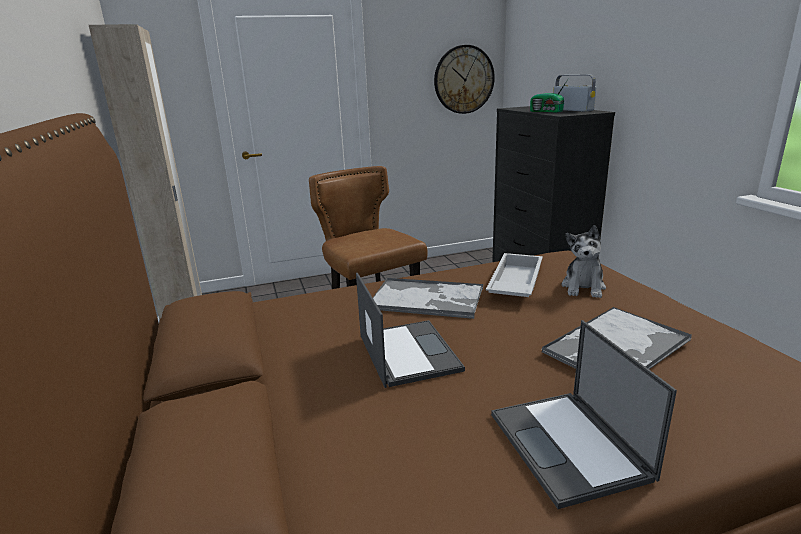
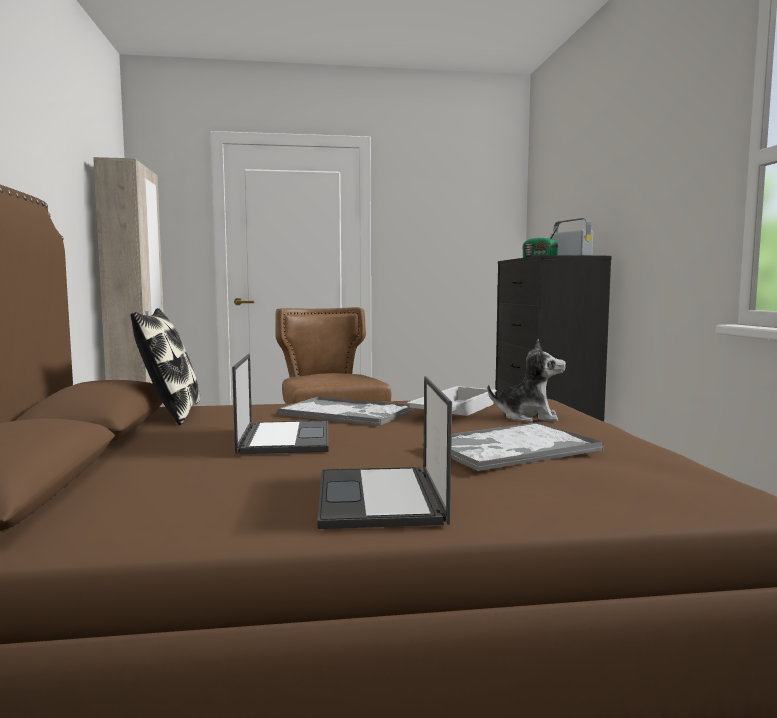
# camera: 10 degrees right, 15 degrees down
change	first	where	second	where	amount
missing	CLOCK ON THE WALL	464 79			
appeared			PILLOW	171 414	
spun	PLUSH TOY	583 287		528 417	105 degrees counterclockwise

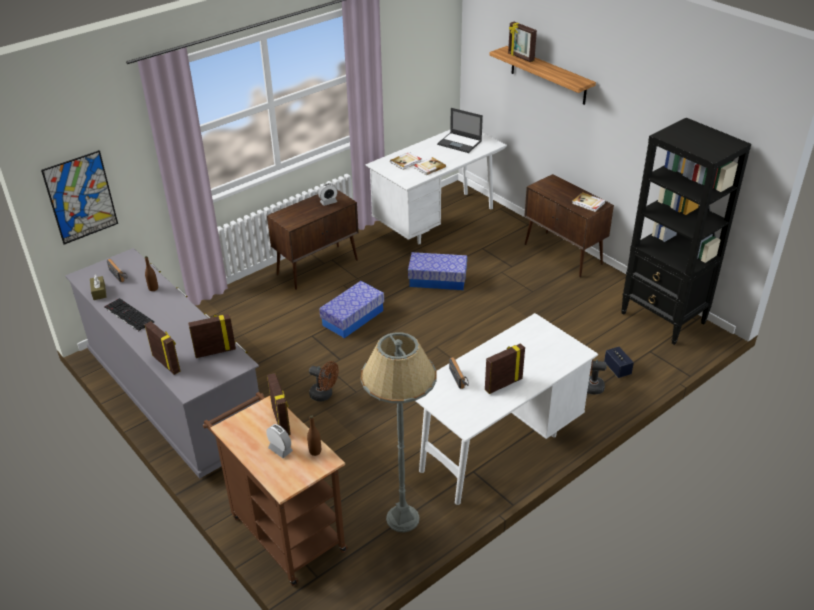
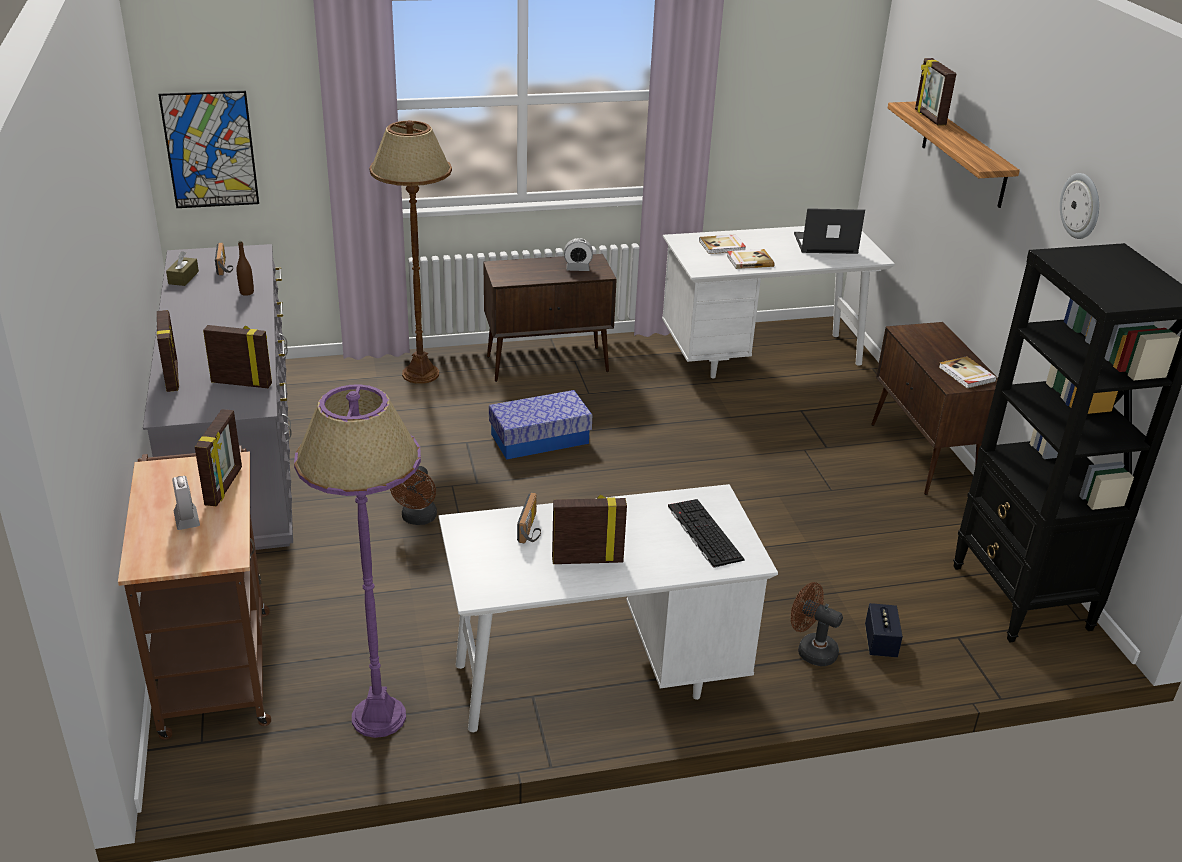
# camera: 25 degrees right, 5 degrees down
change	first	where	second	where	amount
missing	BROWN-COLOURED DRINK BOTTLE	315 451			
missing	STORAGE CONTAINER	437 279			
appeared			BROWN-COLOURED STANDARD LAMP	420 374	
appeared			CLOCK ON THE WALL	1081 206	
relocated	COMPUTER KEYBOARD	128 315		702 532	
colour	GREY STANDARD LAMP	402 518	PURPLISH STANDARD LAMP	378 716	
spun	BROWN-COLOURED COOLING FAN	324 395		418 519	45 degrees clockwise
spun	PORTABLE COMPUTER	460 143		824 244	120 degrees clockwise

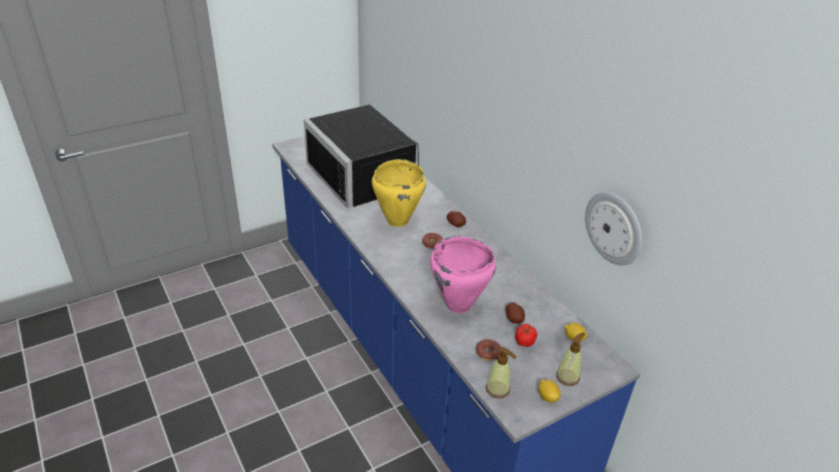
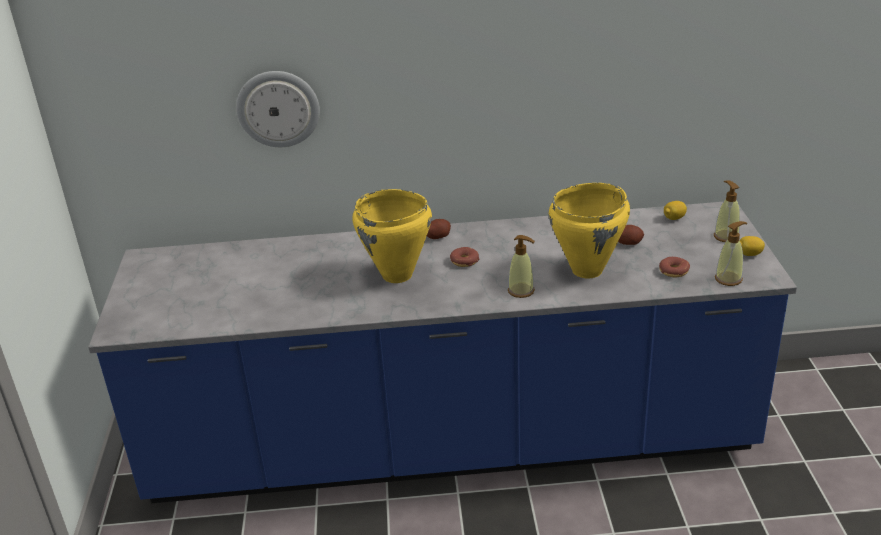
# camera: 60 degrees left, 5 degrees down
change	first	where	second	where	amount
missing	BLACKISH KITCHEN MICROWAVE	367 177			
missing	TOMATO	524 342			
appeared			SOAP BOTTLE	521 291	
relocated	CLOCK ON THE WALL	614 228		278 108	
colour	PINKISH STOCKPOT	458 305	YELLOW-COLOURED STOCKPOT	588 270	

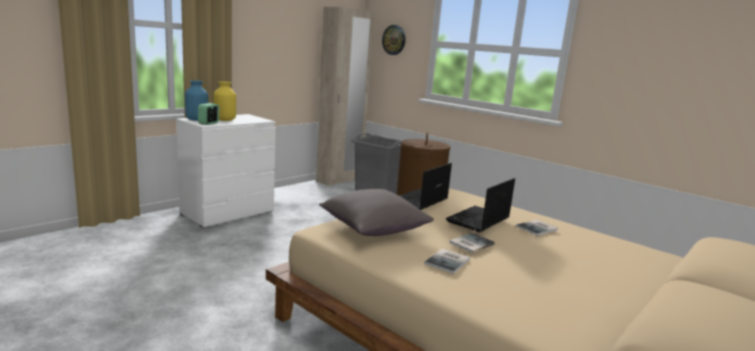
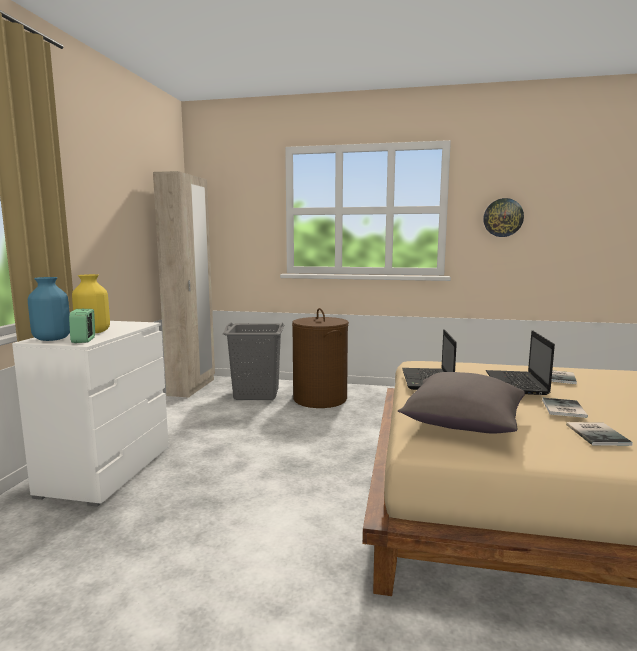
# camera: 30 degrees left, 5 degrees down
change	first	where	second	where	amount
relocated	CLOCK ON THE WALL	394 40		503 217	

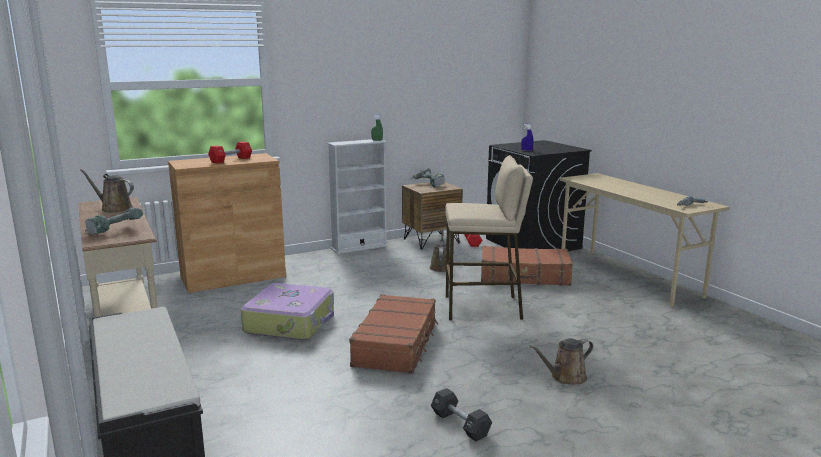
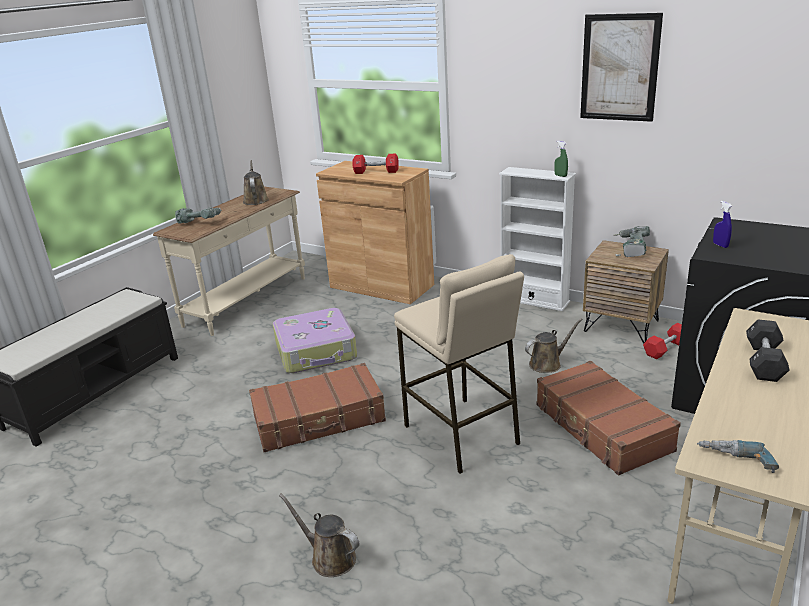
# camera: 60 degrees right, 10 degrees up
change	first	where	second	where	amount
appeared			WALL ART	619 68	
relocated	BLACKISH DUMBBELL	460 424		764 362	

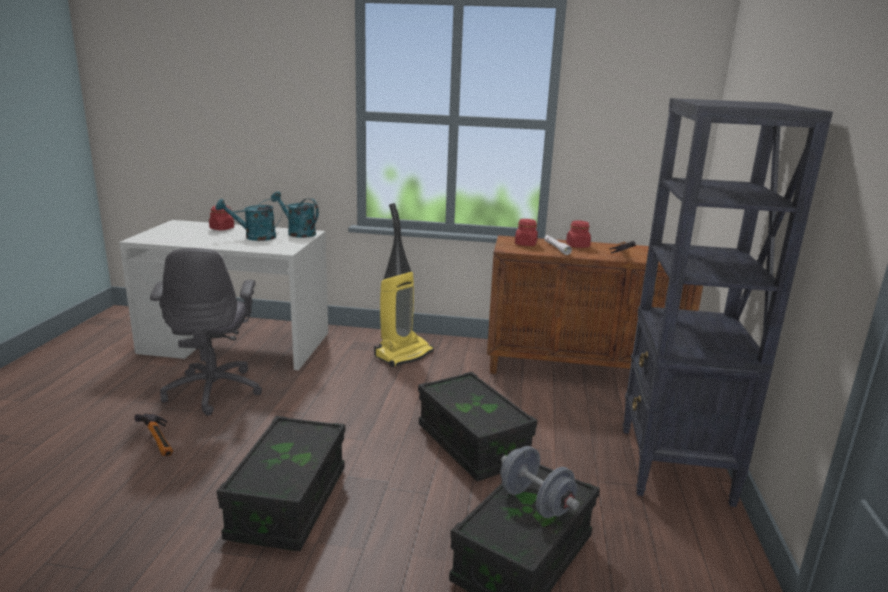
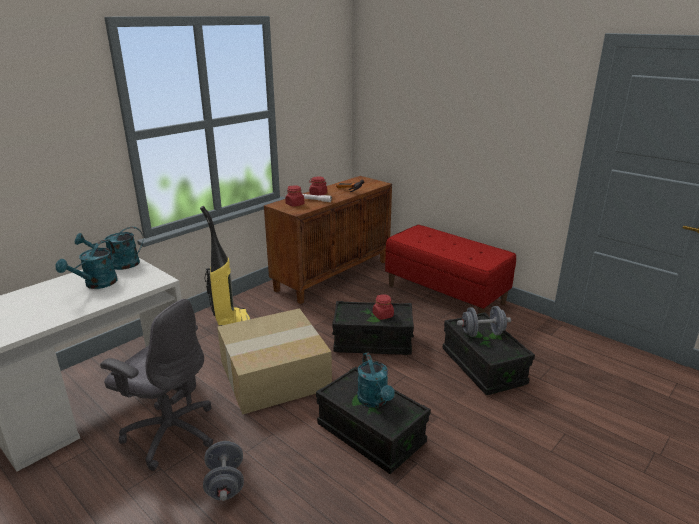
# camera: 55 degrees left, 5 degrees up
change	first	where	second	where	amount
appeared			CARDBOARD BOX	273 376	
appeared			BLUE-GREEN WATERING POT	375 401	
relocated	RED JAR	222 229		382 315	
exchanged	TOOL HAMMER	161 442	GREY DUMBBELL	225 483	
exchanged	BLACKISH BOOKCASE	674 466	RED LONG SEAT	445 294	

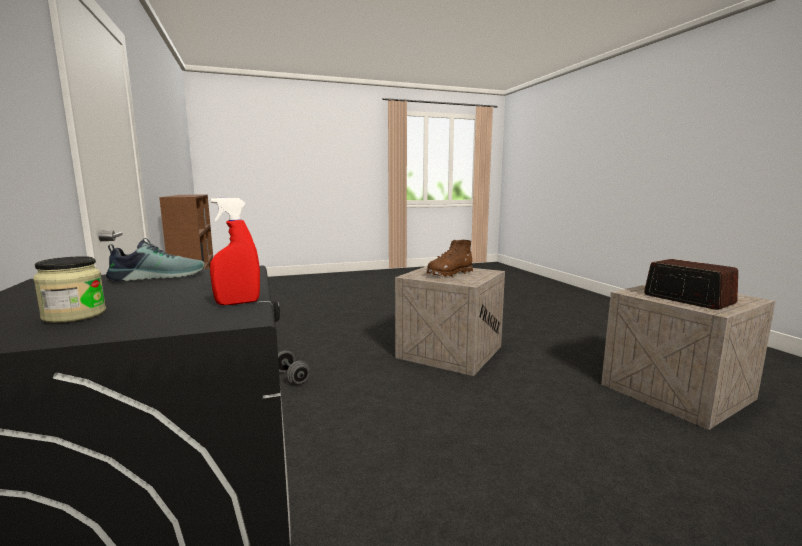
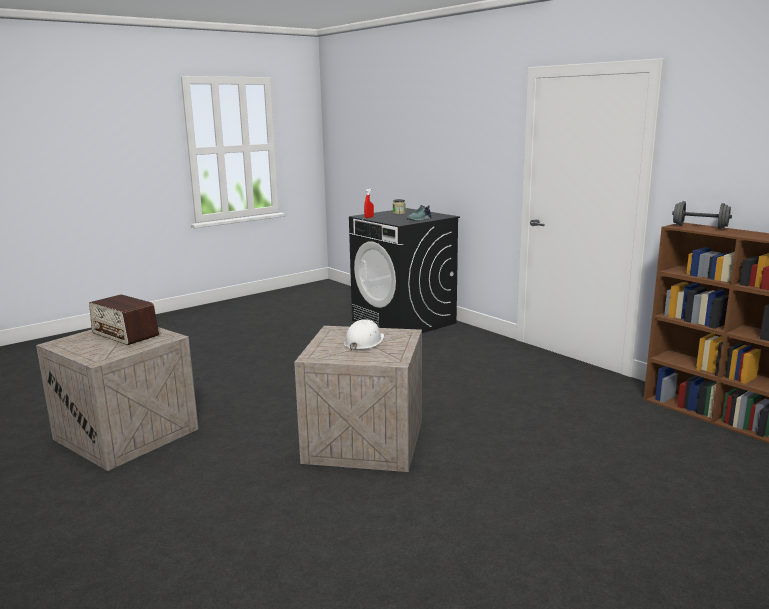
# camera: 160 degrees right, 5 degrees up
change	first	where	second	where	amount
relocated	GREY DUMBBELL	291 377		700 227	
exchanged	BROWN-COLOURED BOOT	449 274	WHITE WORK HELMET	364 342	

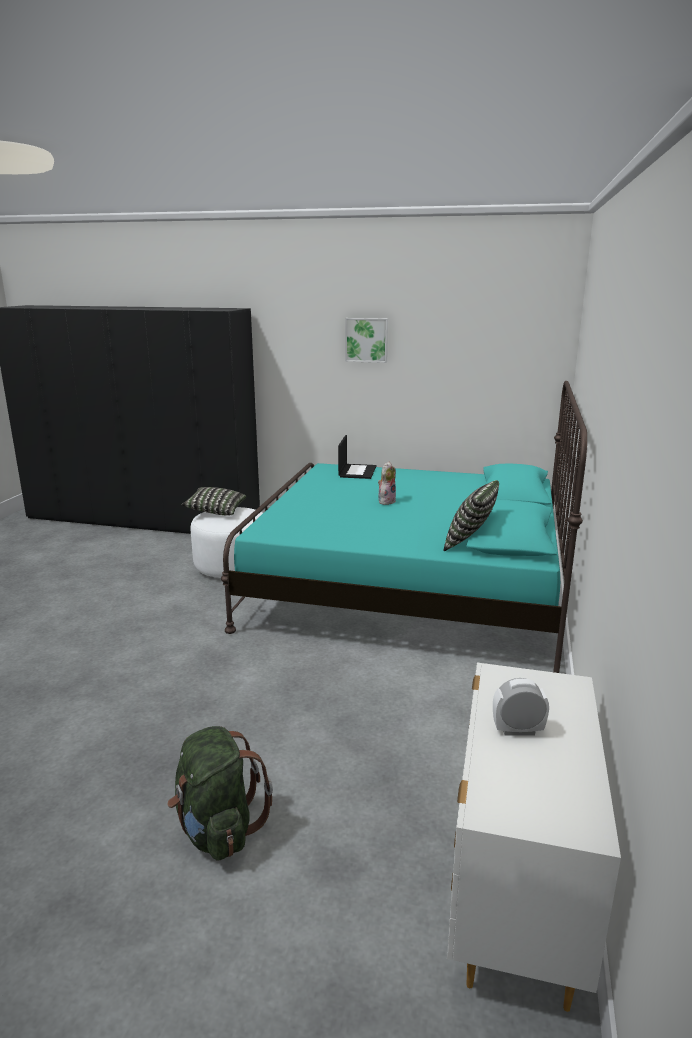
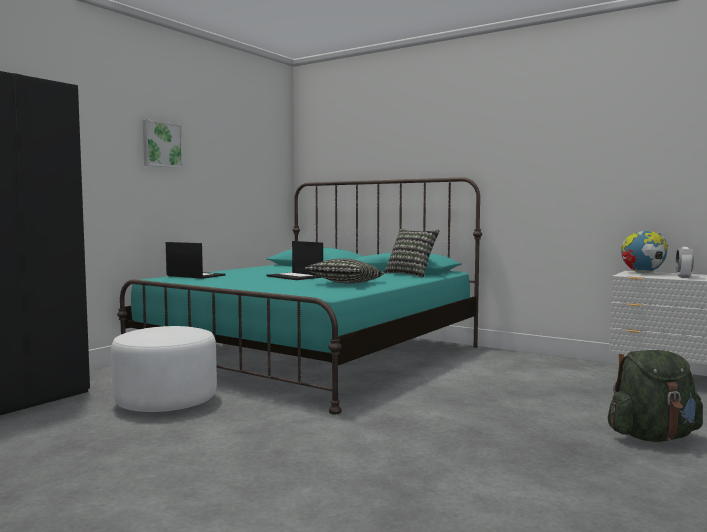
# camera: 70 degrees left, 15 degrees down
change	first	where	second	where	amount
appeared			WORLD GLOBE	643 273	
relocated	PILLOW	216 511		345 284	
exchanged	PLUSH TOY	386 501	PORTABLE COMPUTER	295 277	

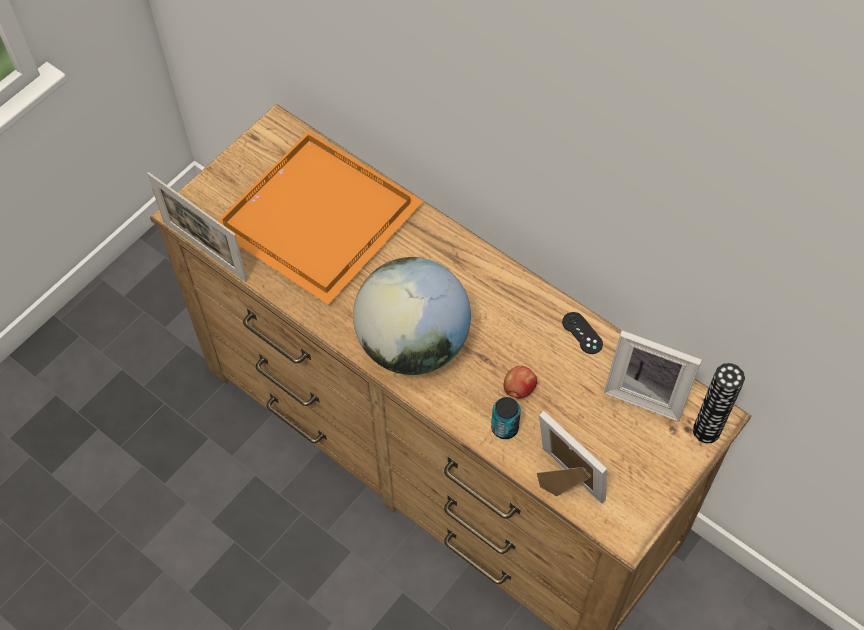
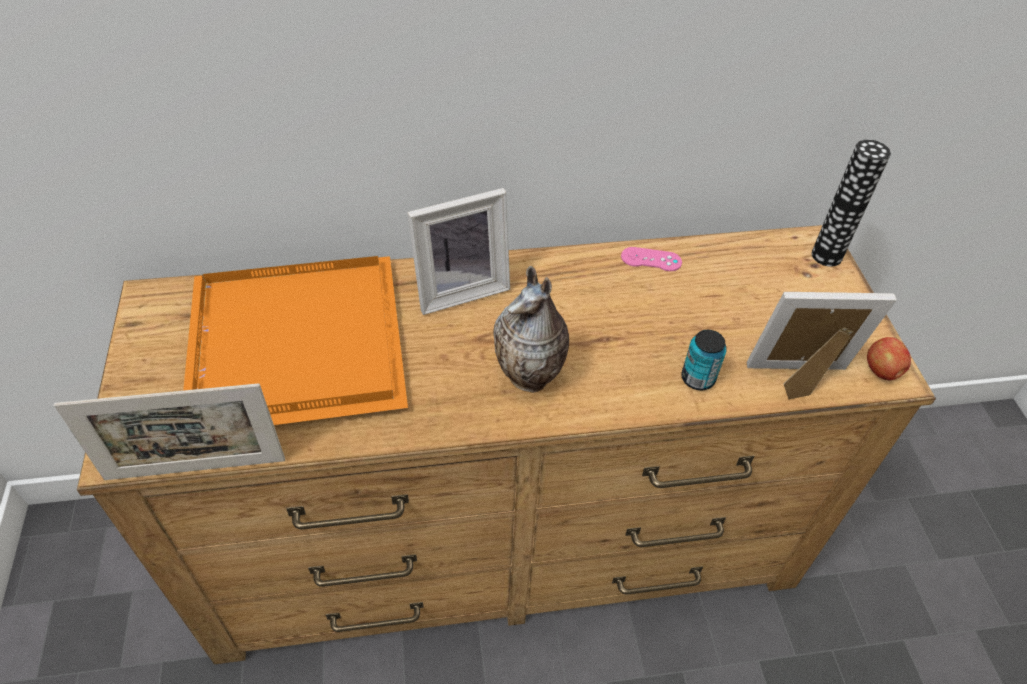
# camera: 50 degrees left, 10 degrees down
change	first	where	second	where	amount
relocated	APPLE	518 389		882 371	
relocated	PHOTO FRAME	646 393		460 288	
exchanged	WORLD GLOBE	413 344	VASE	531 378	
colour	BLACKISH GAME CONTROLLER	582 333	PINKISH GAME CONTROLLER	651 259	

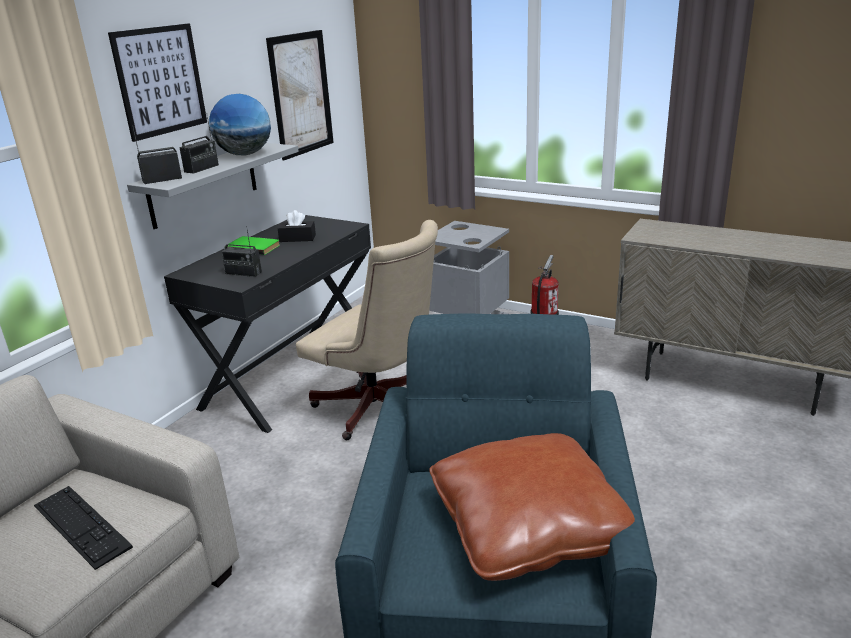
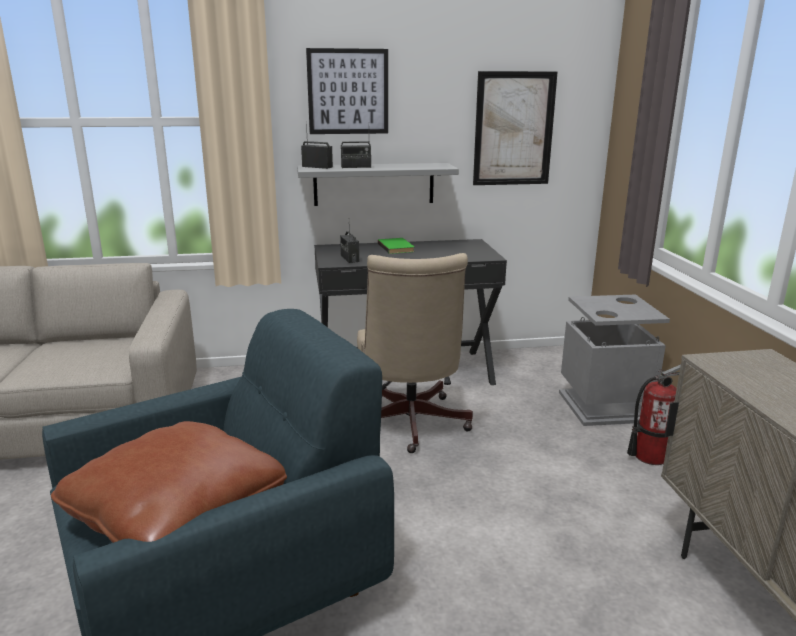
# camera: 50 degrees right, 5 degrees down
change	first	where	second	where	amount
missing	COMPUTER KEYBOARD	81 525			
missing	WORLD GLOBE	244 154			
missing	BLACKISH TISSUE BOX	297 238			

